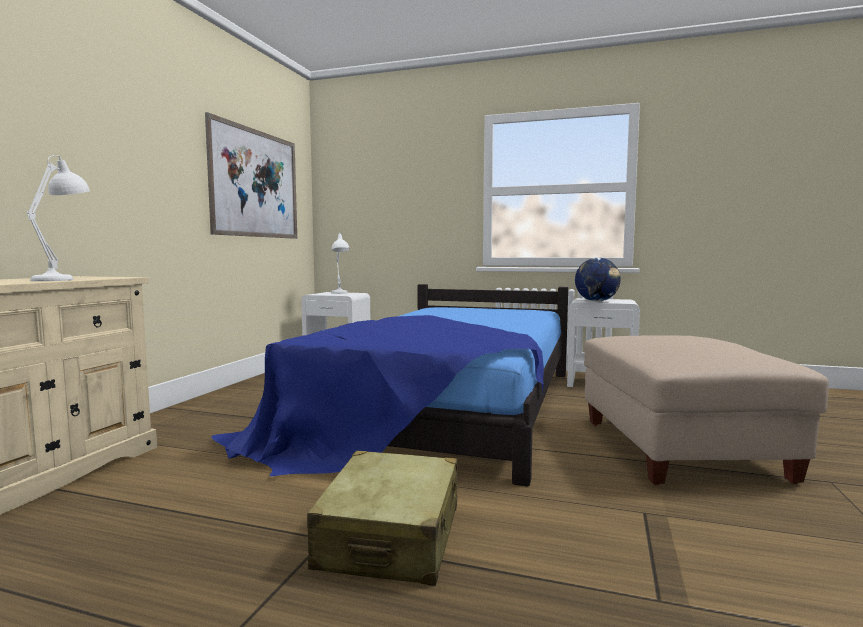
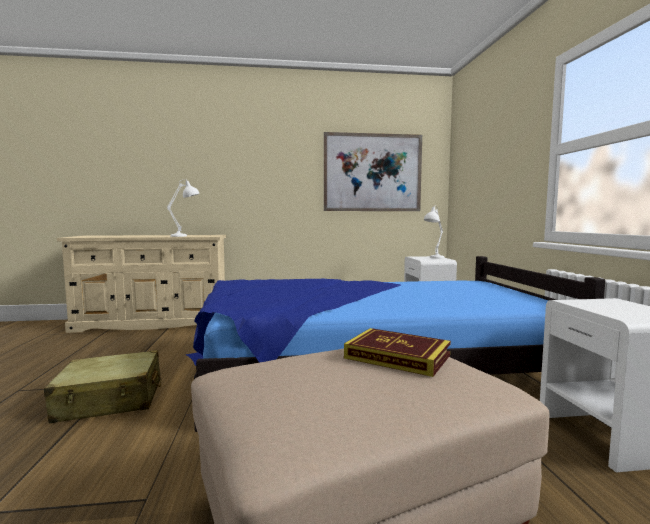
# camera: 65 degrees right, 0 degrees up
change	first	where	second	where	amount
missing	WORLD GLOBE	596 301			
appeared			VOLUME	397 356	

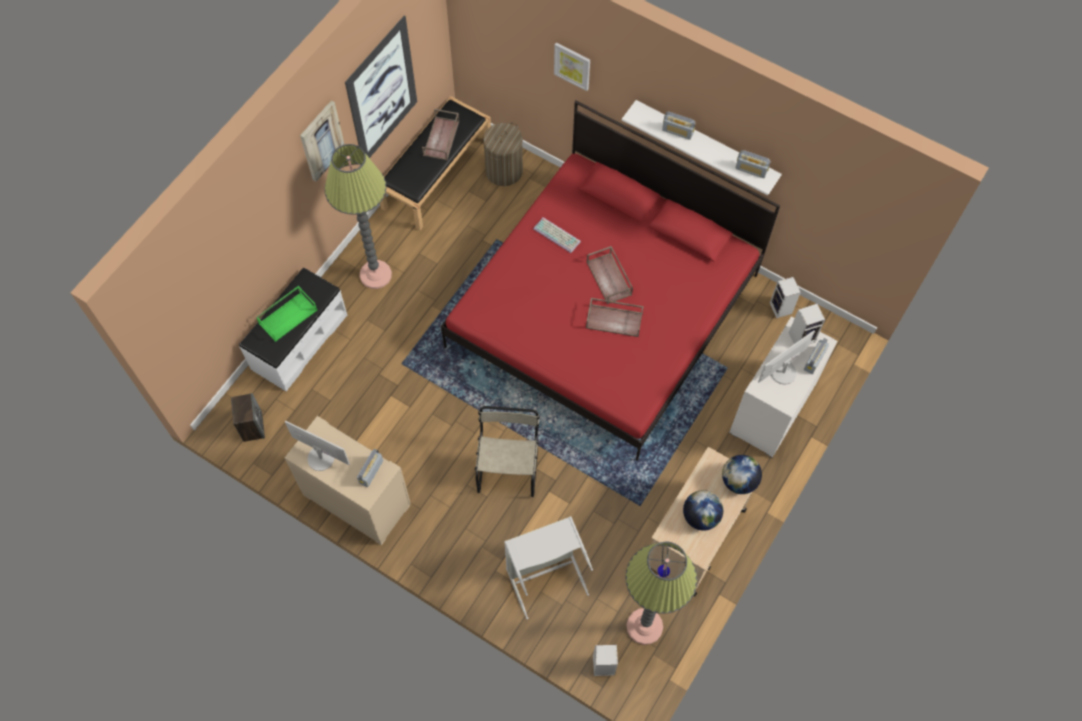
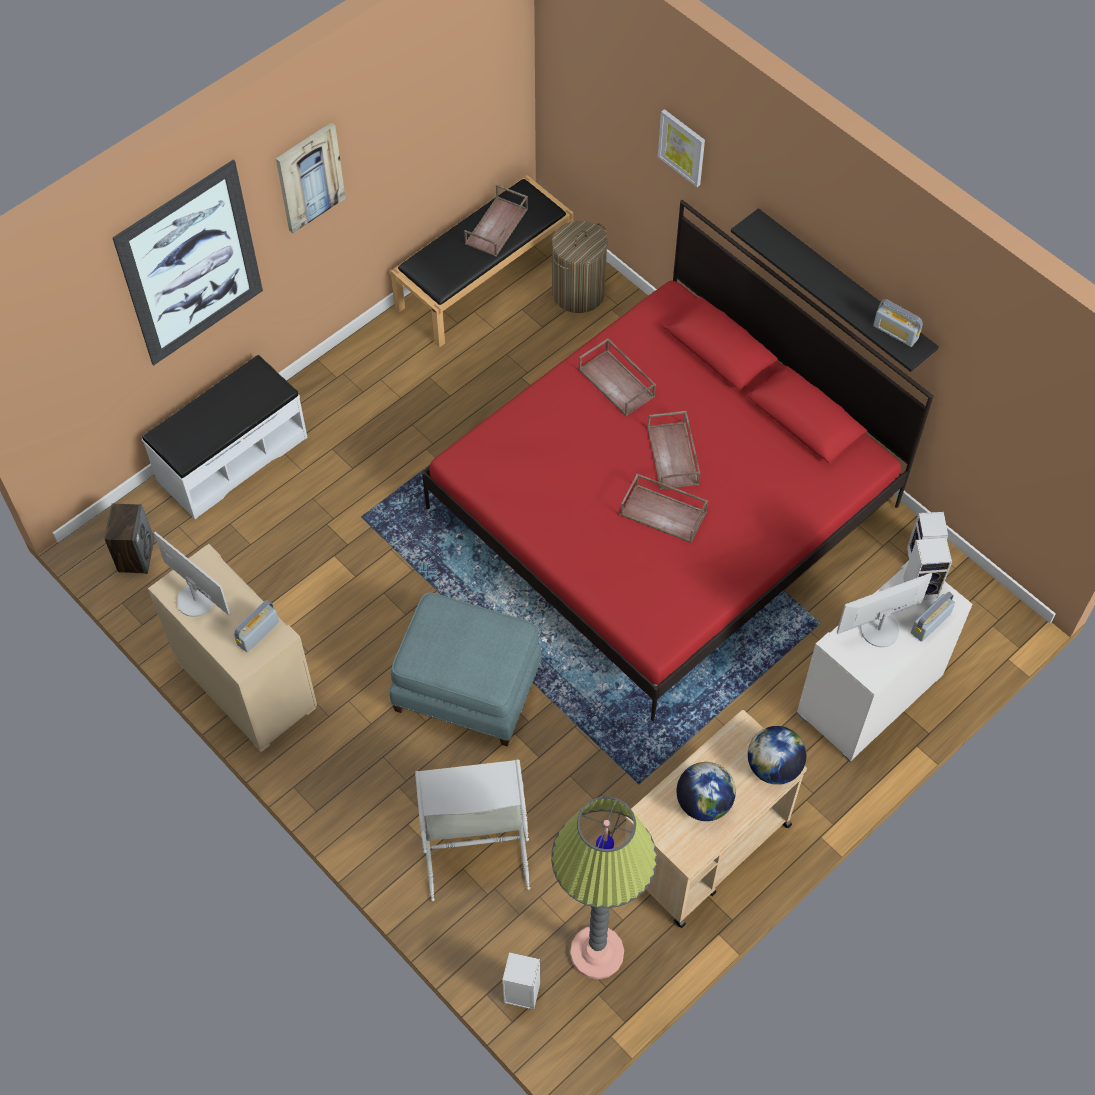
# camera: 15 degrees right, 5 degrees down
change	first	where	second	where	amount
missing	GREENISH CARRYING TRAY	288 316			
missing	STANDARD LAMP	375 275			
missing	RADIO RECEIVER	677 131			
relocated	WALL ART	382 92		191 265	
exchanged	SAND-COLOURED CHAIR	508 466	BLUE OTTOMAN	467 687	
exchanged	COMPUTER KEYBOARD	557 235	BROWN-COLOURED CARRYING TRAY	617 383	
colour	WHITE BRACKET SHELF	705 144	BLACKISH BRACKET SHELF	843 289	

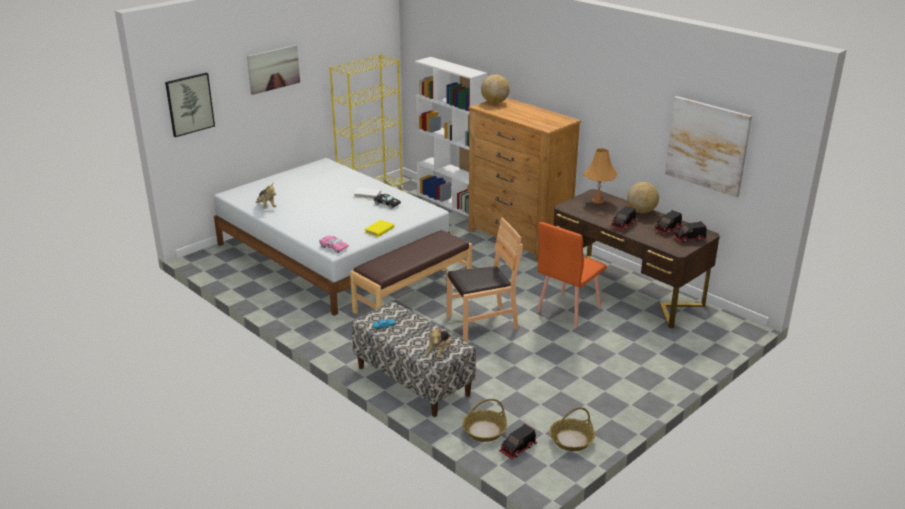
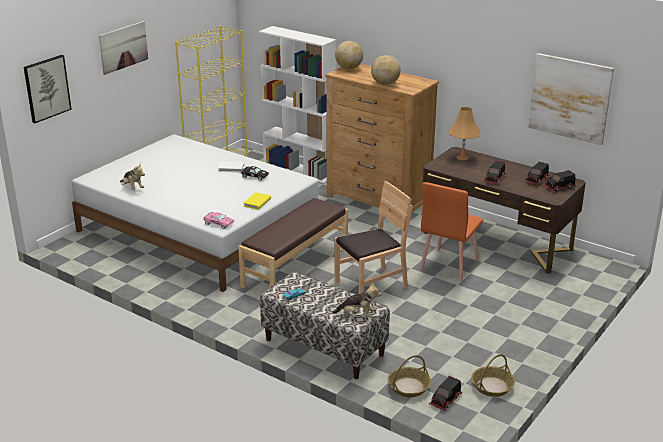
# camera: 10 degrees left, 0 degrees up
change	first	where	second	where	amount
relocated	WORLD GLOBE	641 211		385 84	
spun	PLUSH TOY	440 352		357 315	90 degrees counterclockwise

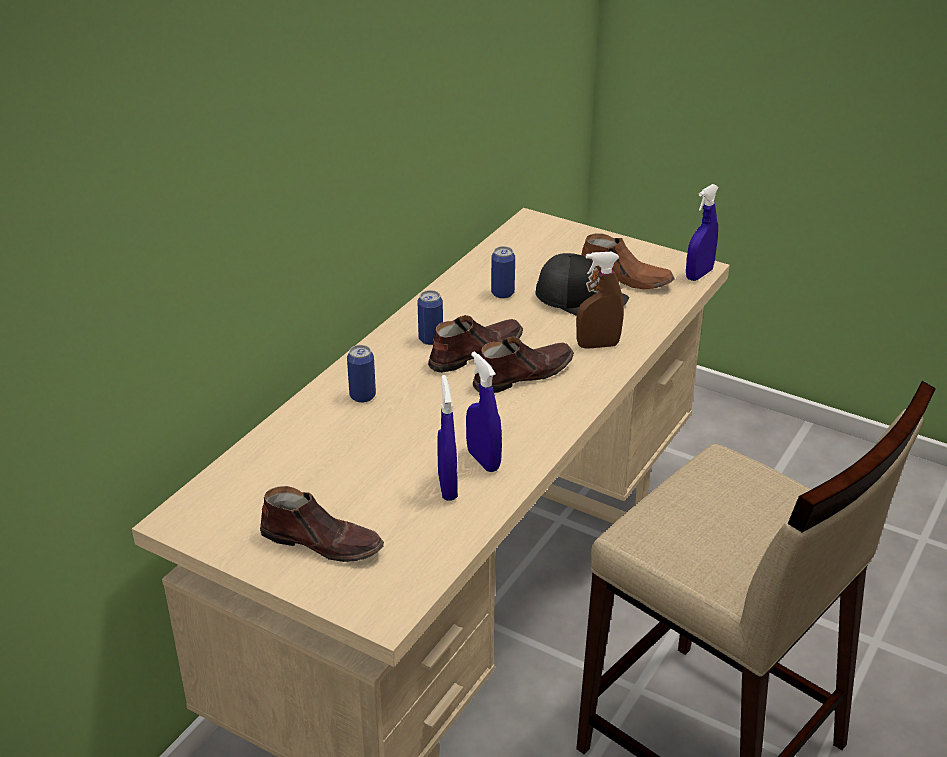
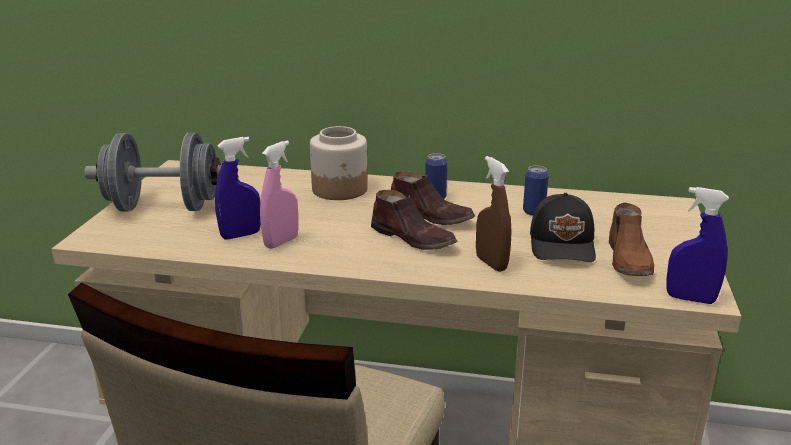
# camera: 70 degrees right, 10 degrees down
change	first	where	second	where	amount
exchanged	BROWN-COLOURED SHOE	323 542	GREY DUMBBELL	164 207	
exchanged	CAN	362 396	JAR	340 190	
colour	BLUE HAND SPRAYER	483 460	PINKISH HAND SPRAYER	281 242	

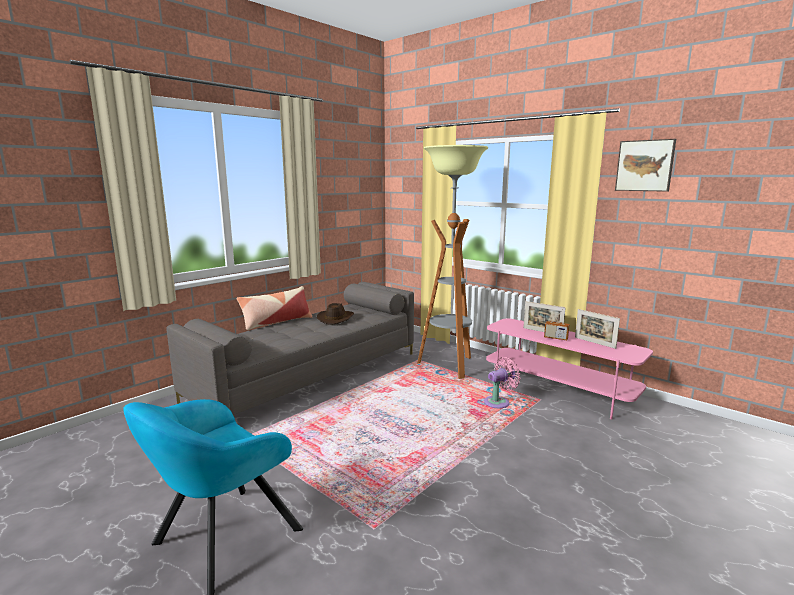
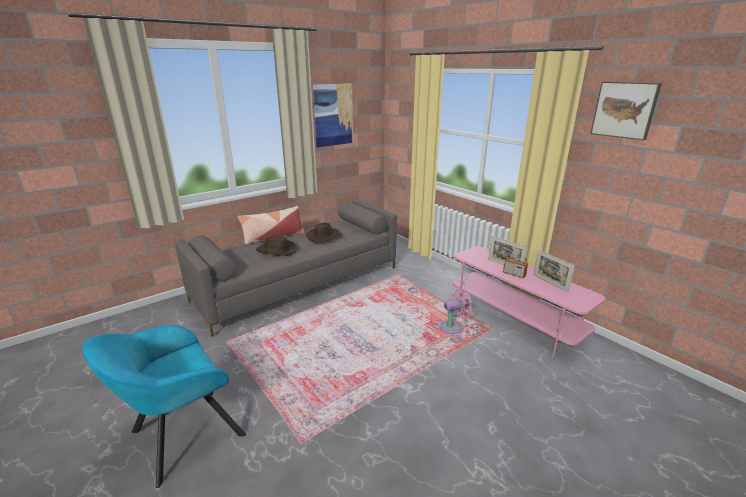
# camera: 10 degrees right, 10 degrees up
change	first	where	second	where	amount
missing	STANDARD LAMP	449 366			
appeared			BROWN-COLOURED CLOTHING HAT	276 251	
appeared			WALL ART	333 115	

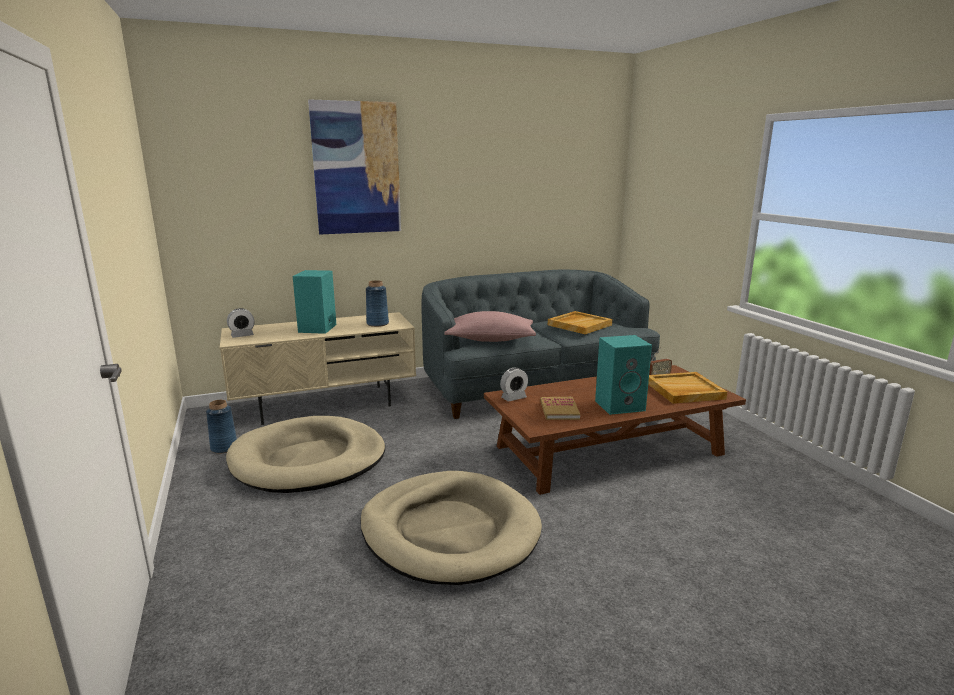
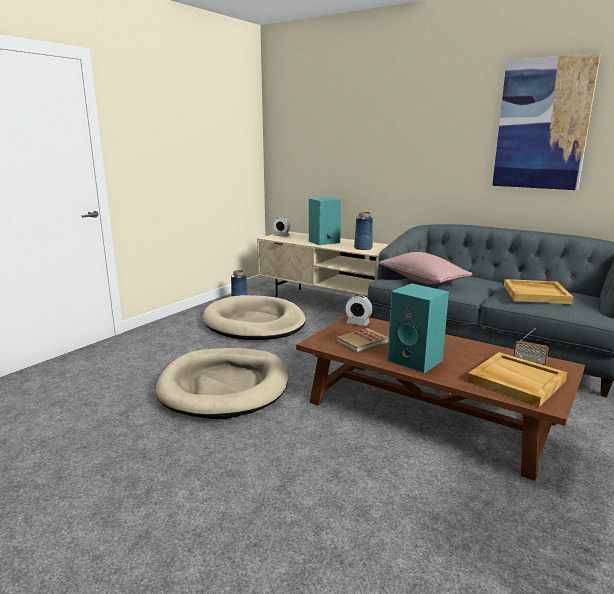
# camera: 55 degrees right, 0 degrees up
change	first	where	second	where	amount
relocated	WALL ART	356 168		542 124	

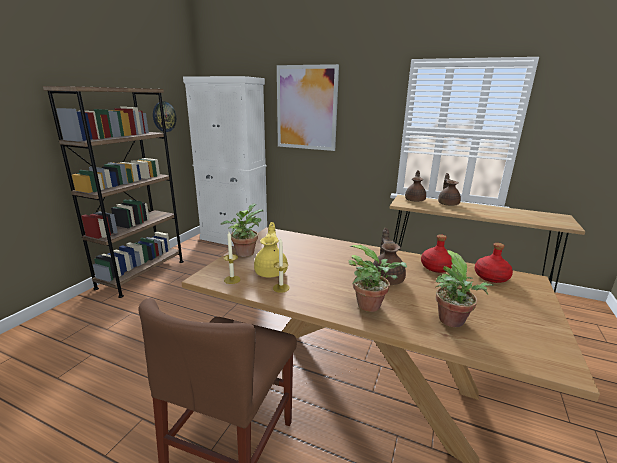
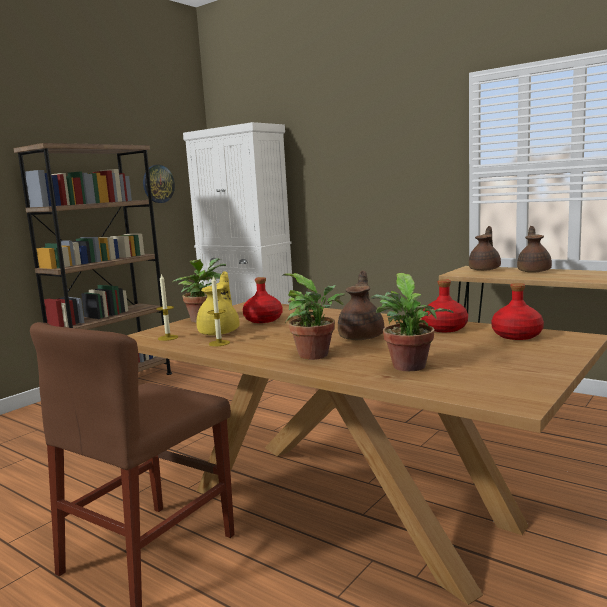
# camera: 15 degrees right, 10 degrees down
change	first	where	second	where	amount
missing	WALL ART	306 108			
appeared			RED DRINK BOTTLE	263 320	

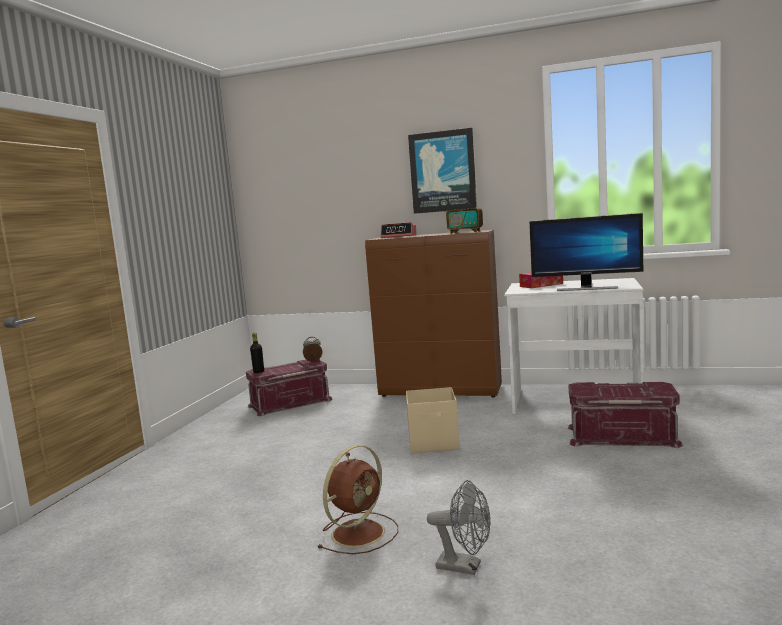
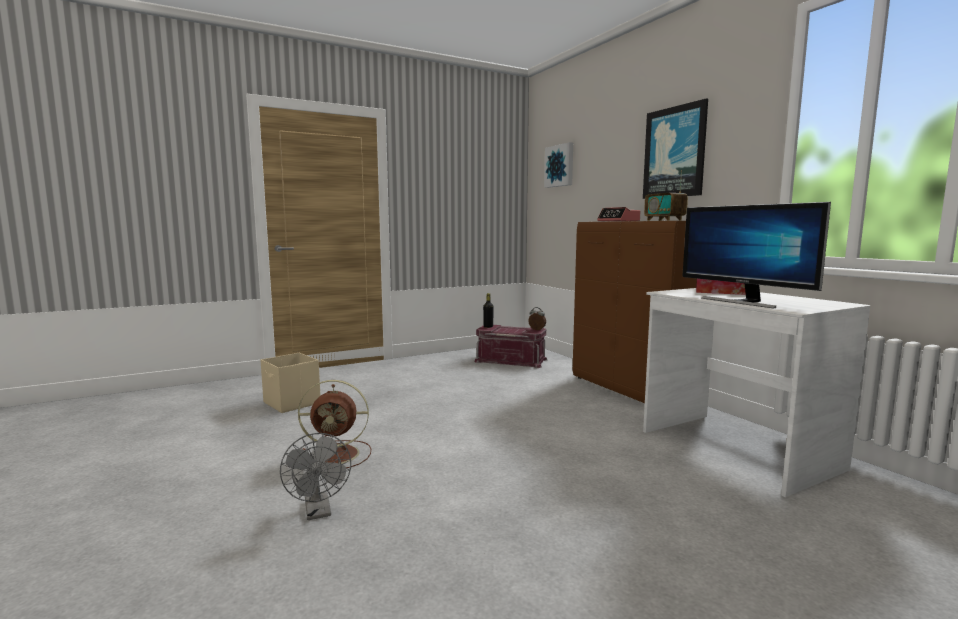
# camera: 45 degrees right, 0 degrees up
change	first	where	second	where	amount
missing	RED STORAGE CONTAINER	622 436			
appeared			WALL ART	560 166	
relocated	SAND-COLOURED STORAGE CONTAINER	434 443		292 403	

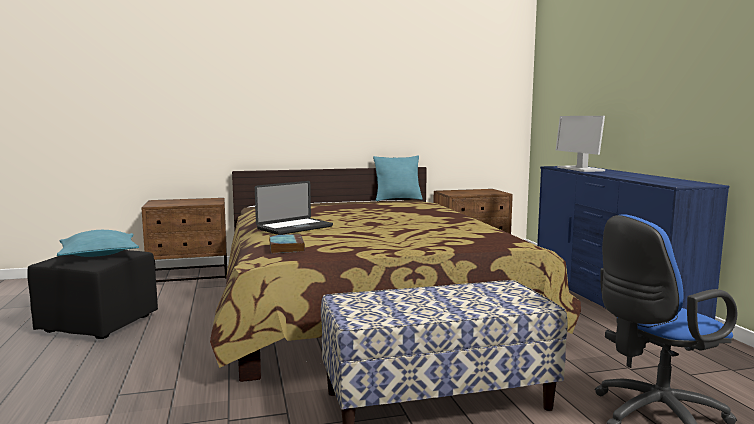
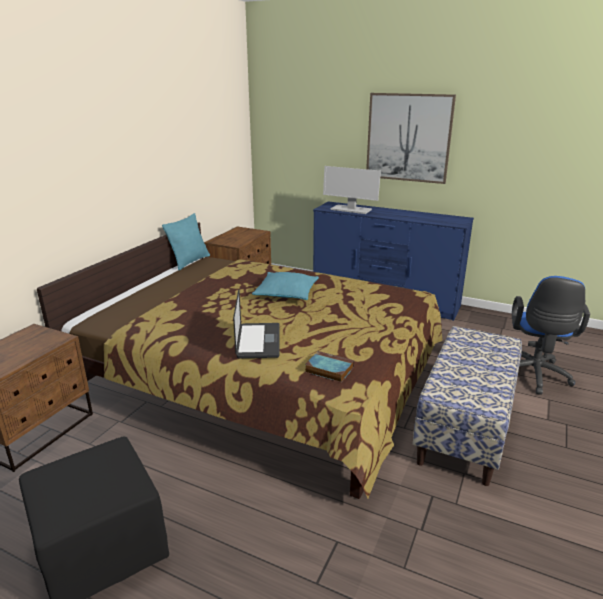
# camera: 50 degrees left, 15 degrees up
change	first	where	second	where	amount
appeared			WALL ART	408 138	
relocated	BLUE-GREEN PILLOW	99 254		286 293	

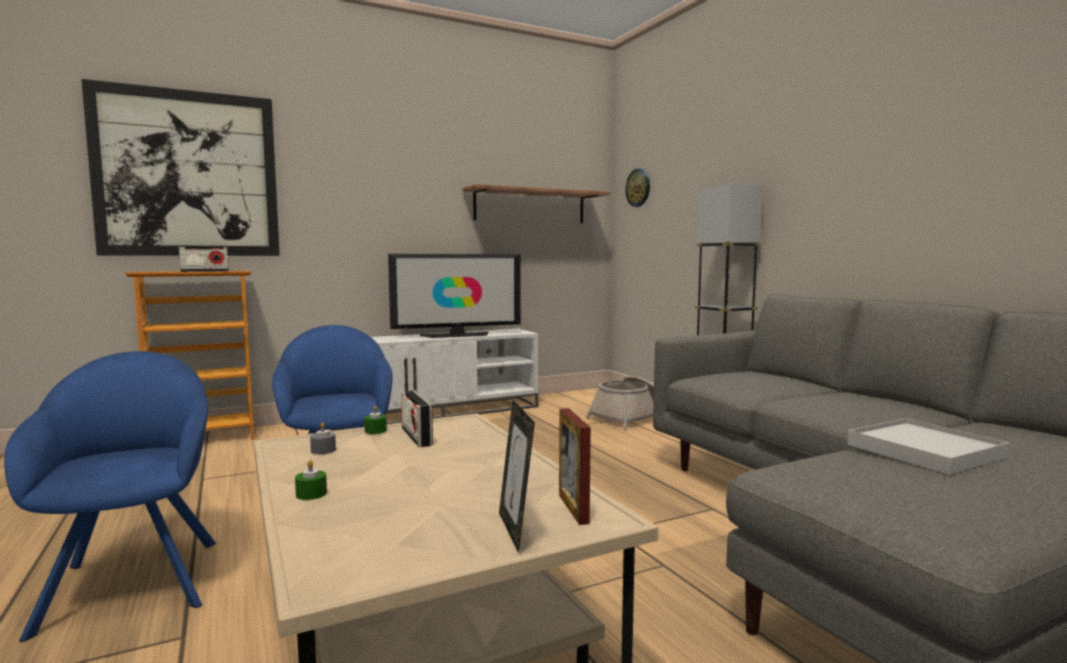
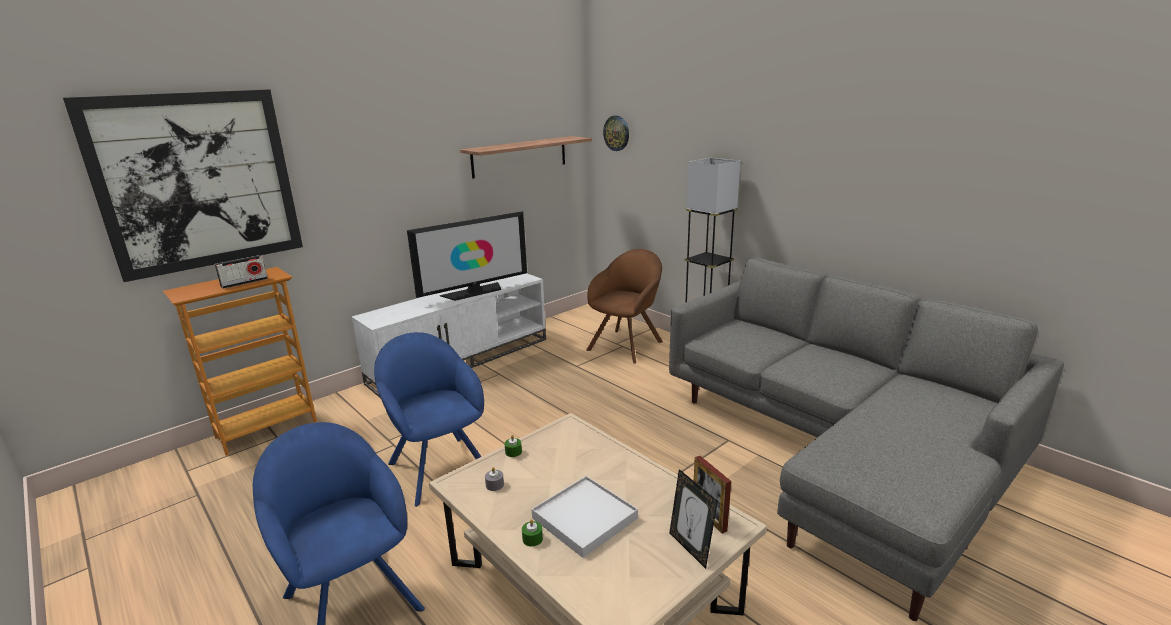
# camera: 15 degrees left, 15 degrees up
change	first	where	second	where	amount
missing	RADIO RECEIVER	416 436			
relocated	WHITE CARRYING TRAY	924 451		584 518	
exchanged	HOUSEHOLD BASKET	629 418	BROWN-COLOURED EASY CHAIR	627 344	

